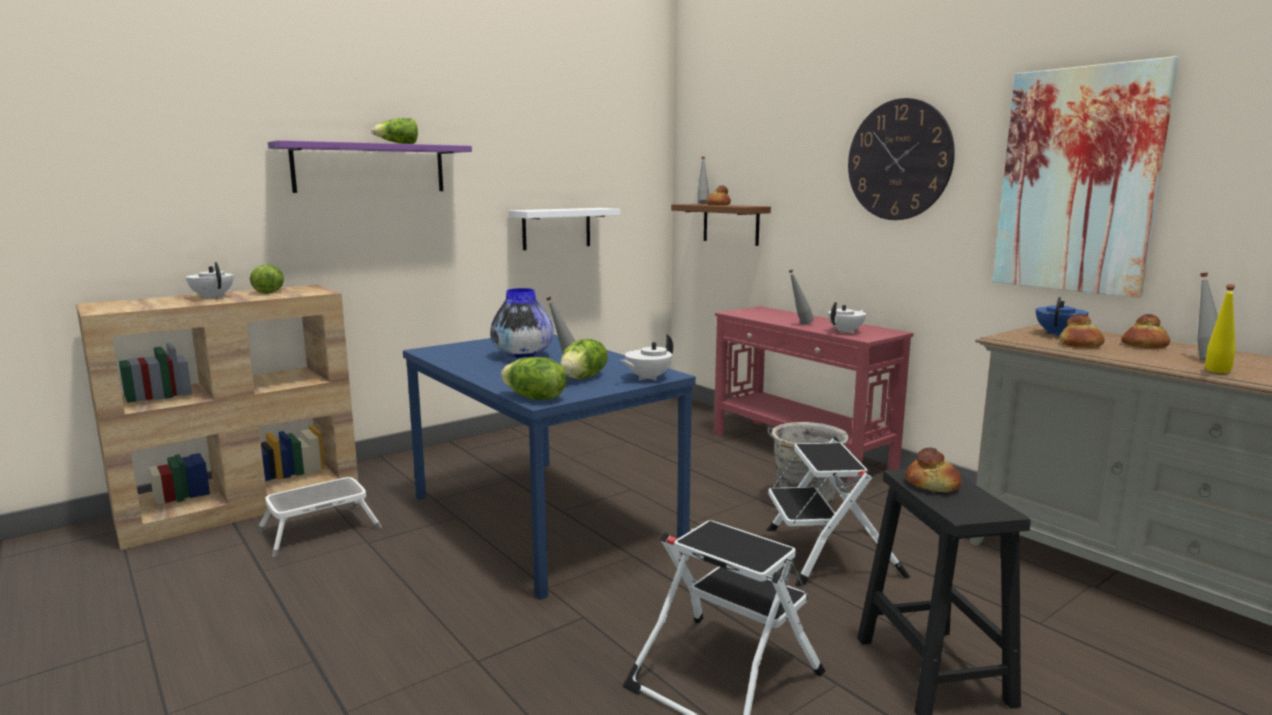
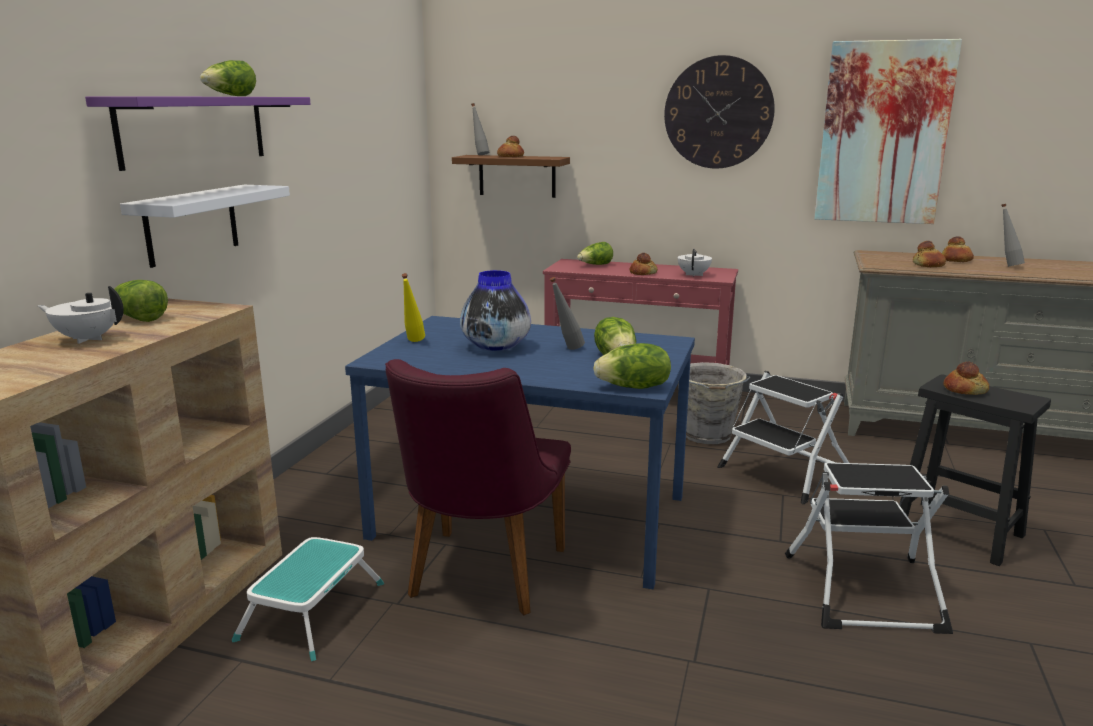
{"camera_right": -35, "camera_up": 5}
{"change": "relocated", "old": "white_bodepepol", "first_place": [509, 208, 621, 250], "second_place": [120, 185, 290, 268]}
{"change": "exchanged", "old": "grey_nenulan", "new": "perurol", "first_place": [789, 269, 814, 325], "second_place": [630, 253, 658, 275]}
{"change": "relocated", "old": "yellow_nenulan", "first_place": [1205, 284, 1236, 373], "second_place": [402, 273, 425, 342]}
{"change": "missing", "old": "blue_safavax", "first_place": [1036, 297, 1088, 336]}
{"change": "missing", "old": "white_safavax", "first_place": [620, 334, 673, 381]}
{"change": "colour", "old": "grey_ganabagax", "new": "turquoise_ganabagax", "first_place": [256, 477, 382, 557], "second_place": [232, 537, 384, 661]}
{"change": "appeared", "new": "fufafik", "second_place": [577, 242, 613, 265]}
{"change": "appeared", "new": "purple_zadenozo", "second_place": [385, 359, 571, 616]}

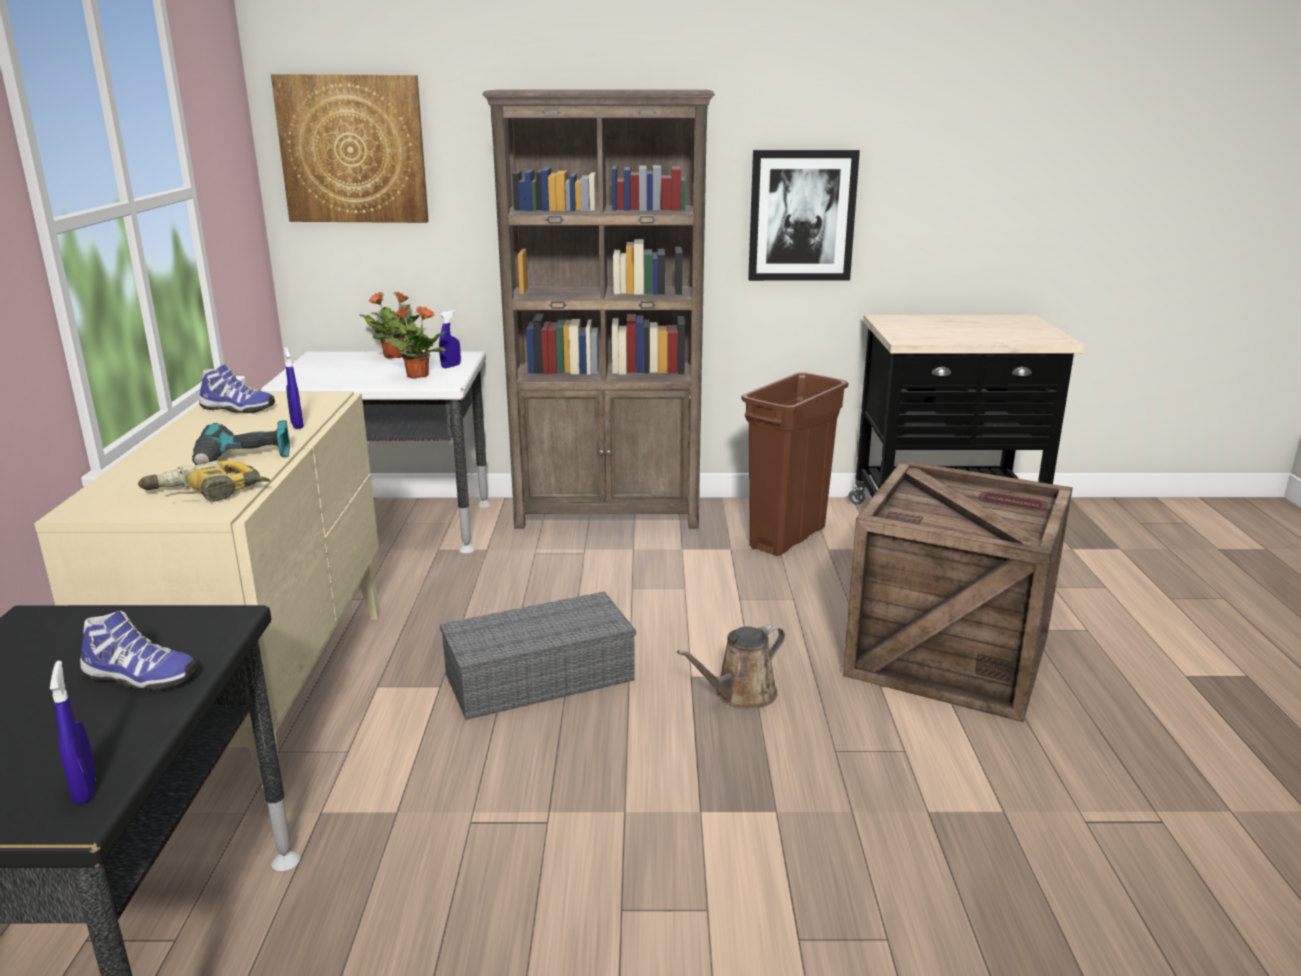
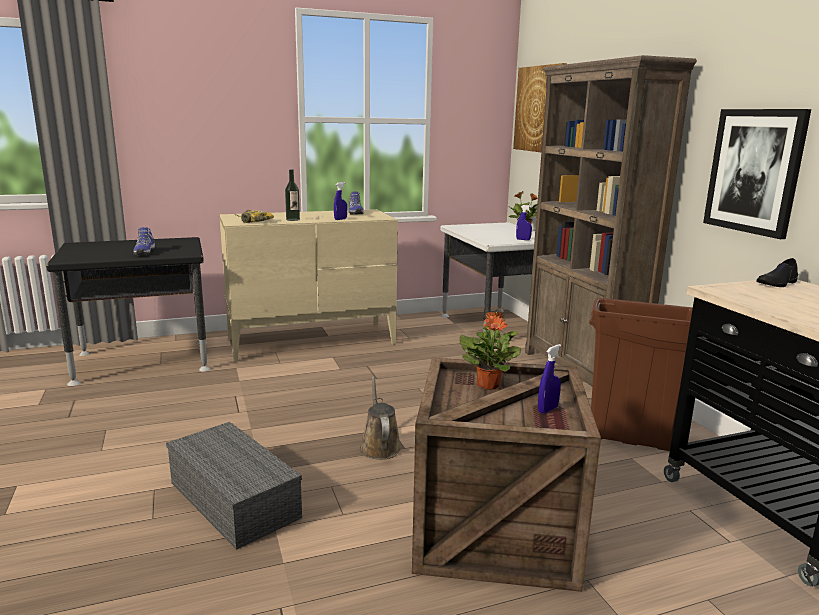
{"camera_right": 70, "camera_up": -5}
{"change": "relocated", "old": "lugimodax", "first_place": [383, 306, 447, 379], "second_place": [459, 311, 521, 390]}
{"change": "exchanged", "old": "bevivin", "new": "nenulan", "first_place": [192, 420, 290, 465], "second_place": [285, 169, 300, 221]}
{"change": "relocated", "old": "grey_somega", "first_place": [440, 592, 636, 720], "second_place": [166, 422, 302, 550]}
{"change": "spun", "old": "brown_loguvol", "first_place": [677, 624, 785, 708], "second_place": [360, 376, 401, 460], "degrees": 45}
{"change": "relocated", "old": "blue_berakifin", "first_place": [50, 660, 96, 804], "second_place": [538, 344, 562, 413]}
{"change": "appeared", "new": "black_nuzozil", "second_place": [756, 258, 798, 287]}

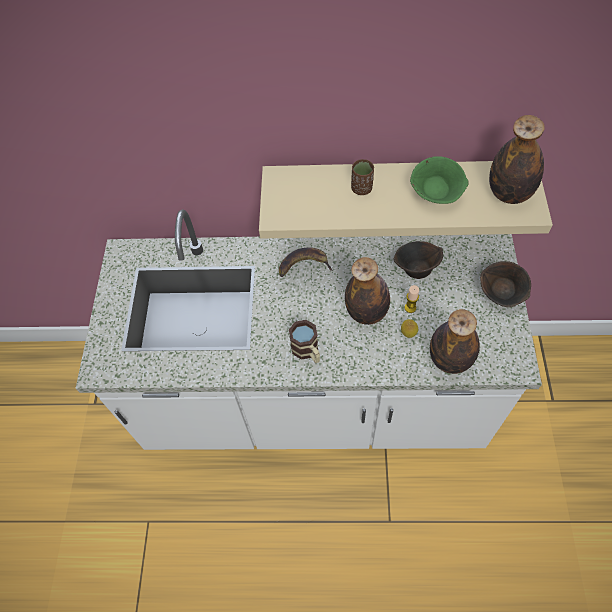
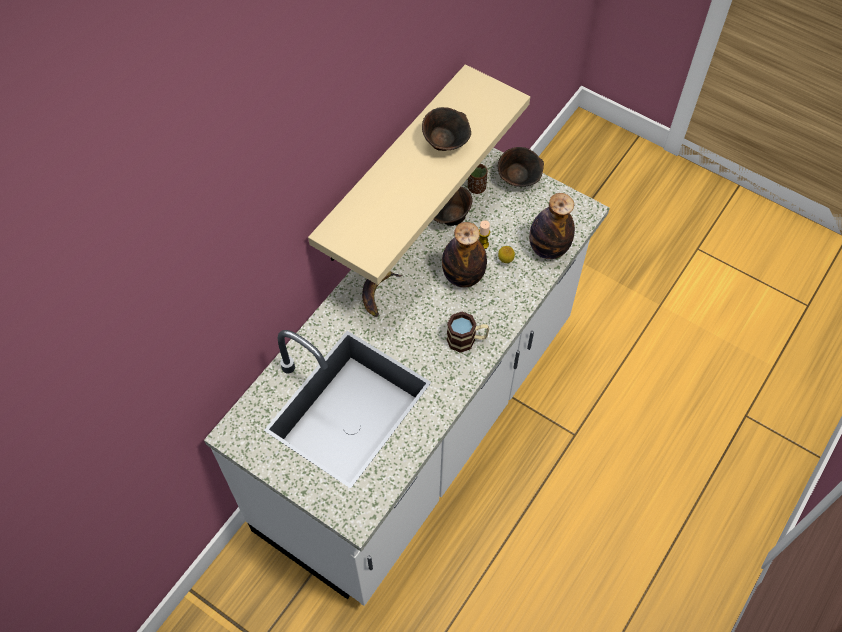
{"camera_right": -60, "camera_up": 0}
{"change": "missing", "old": "nenulan", "first_place": [489, 115, 545, 204]}
{"change": "colour", "old": "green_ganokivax", "new": "brown_ganokivax", "first_place": [410, 156, 469, 204], "second_place": [422, 107, 471, 151]}
{"change": "relocated", "old": "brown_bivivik", "first_place": [351, 159, 374, 195], "second_place": [468, 164, 488, 194]}

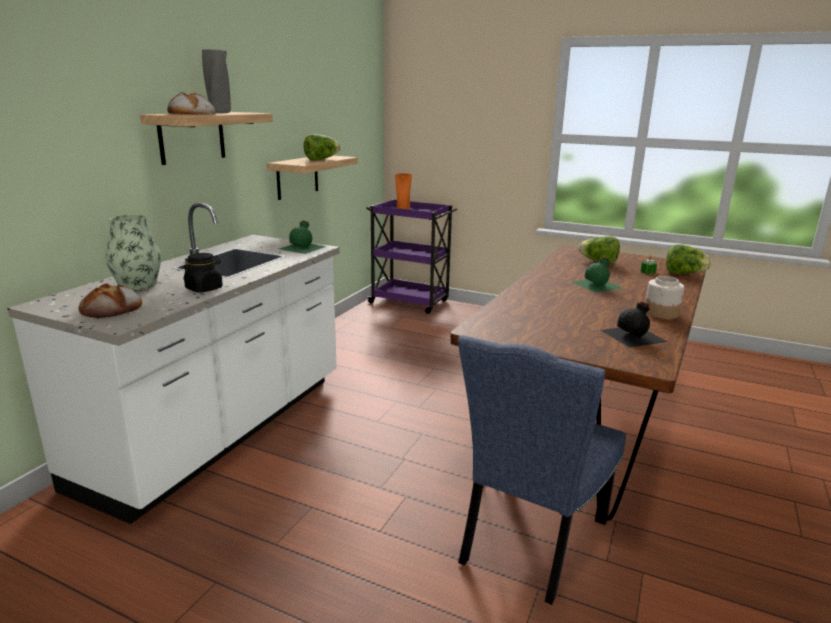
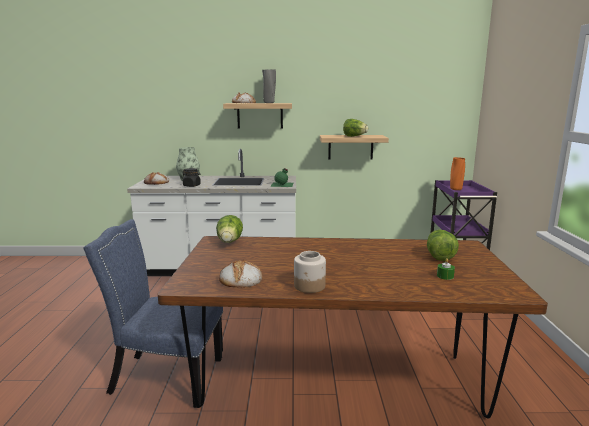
{"camera_right": 65, "camera_up": -5}
{"change": "relocated", "old": "fufafik", "first_place": [666, 244, 712, 274], "second_place": [216, 215, 243, 243]}
{"change": "missing", "old": "green_nenulan", "first_place": [572, 257, 623, 293]}
{"change": "exchanged", "old": "black_nenulan", "new": "perurol", "first_place": [601, 301, 668, 348], "second_place": [219, 260, 262, 288]}

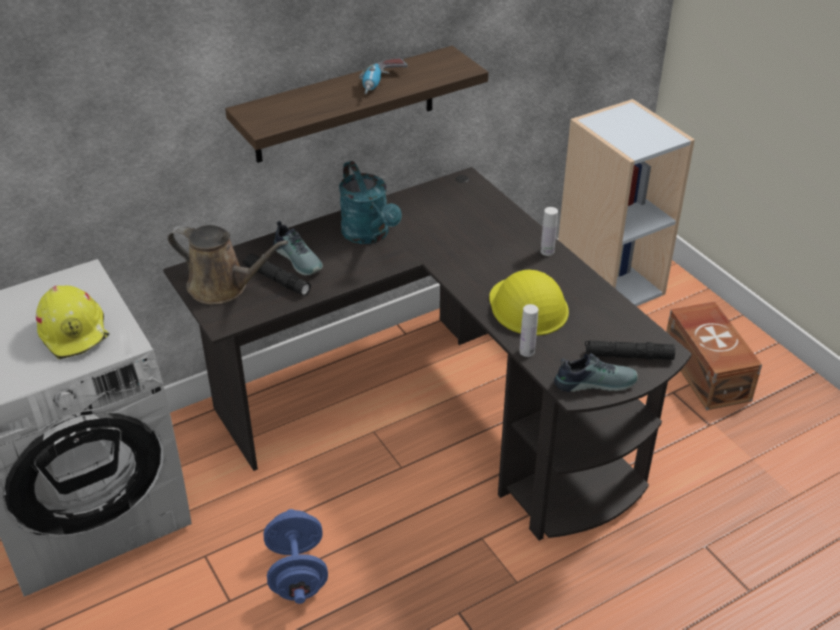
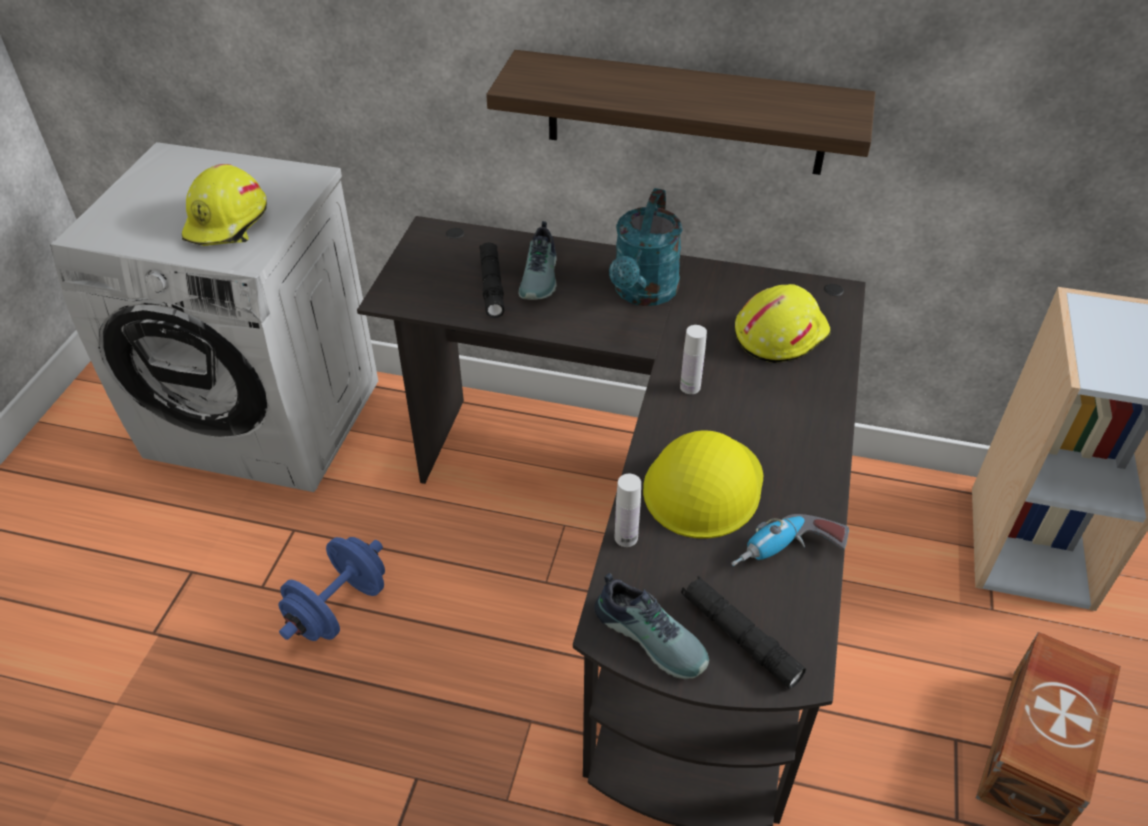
{"camera_right": 45, "camera_up": 5}
{"change": "relocated", "old": "bevivin", "first_place": [359, 58, 407, 94], "second_place": [731, 514, 849, 566]}
{"change": "relocated", "old": "white_nenulan", "first_place": [540, 207, 558, 256], "second_place": [680, 325, 707, 394]}
{"change": "missing", "old": "brown_loguvol", "first_place": [167, 225, 288, 304]}
{"change": "appeared", "new": "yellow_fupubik", "second_place": [735, 284, 831, 363]}

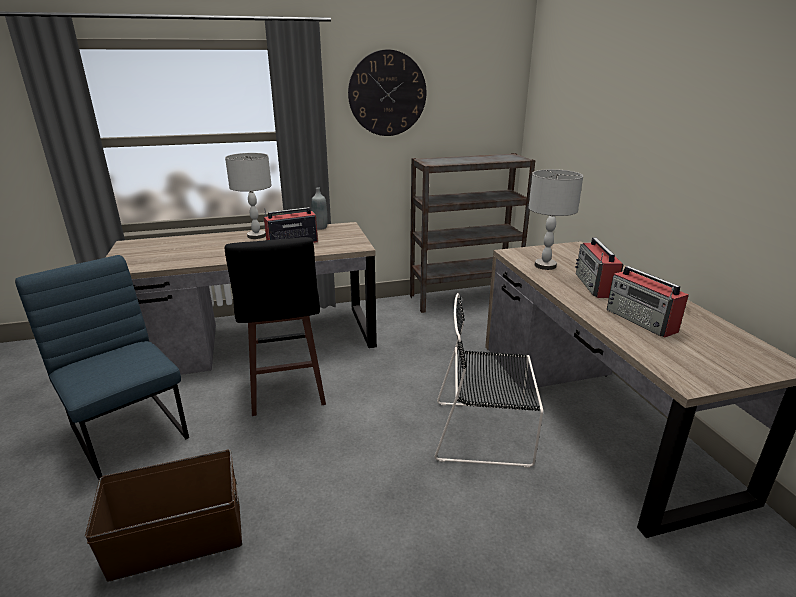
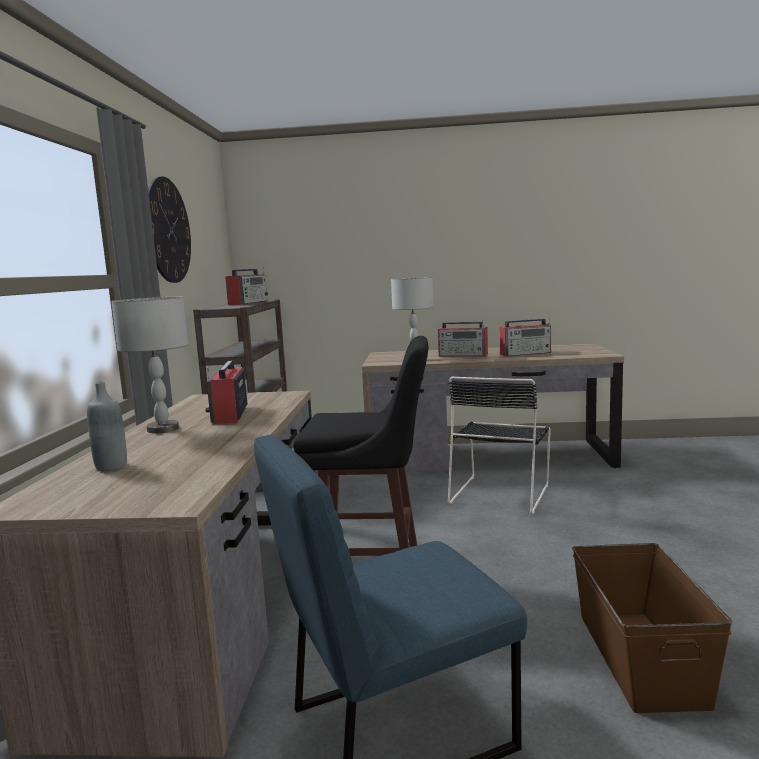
{"camera_right": -70, "camera_up": -15}
{"change": "relocated", "old": "grey_nenulan", "first_place": [311, 187, 327, 229], "second_place": [87, 382, 127, 471]}
{"change": "appeared", "new": "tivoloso", "second_place": [225, 267, 268, 305]}

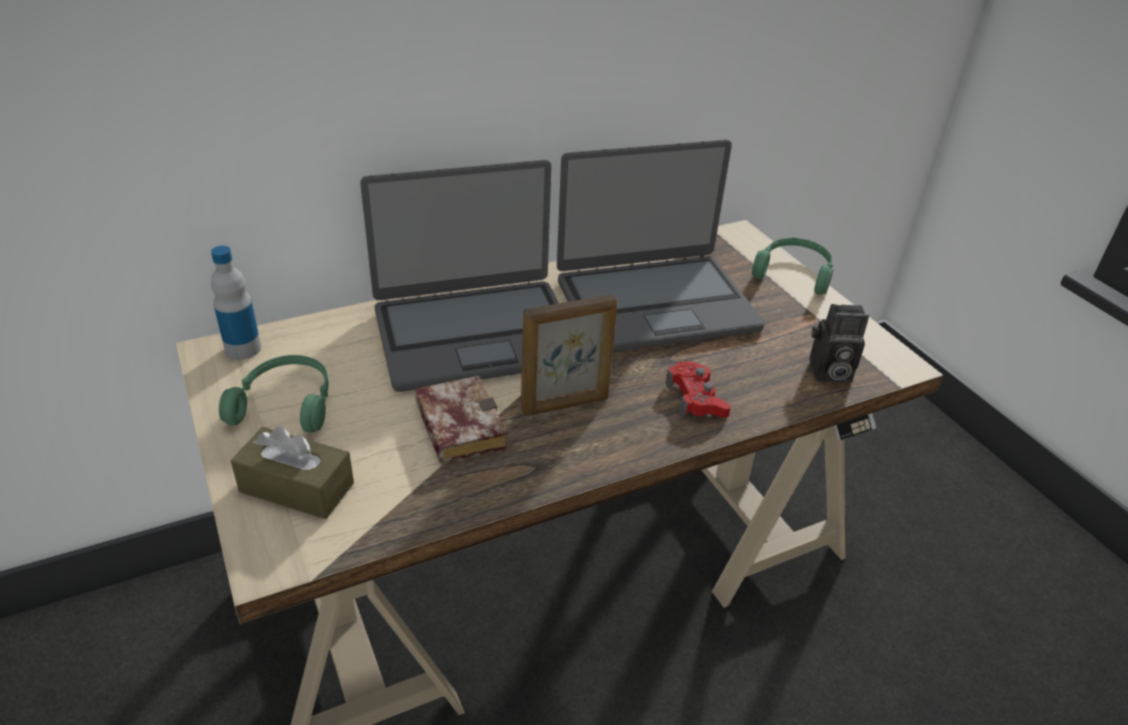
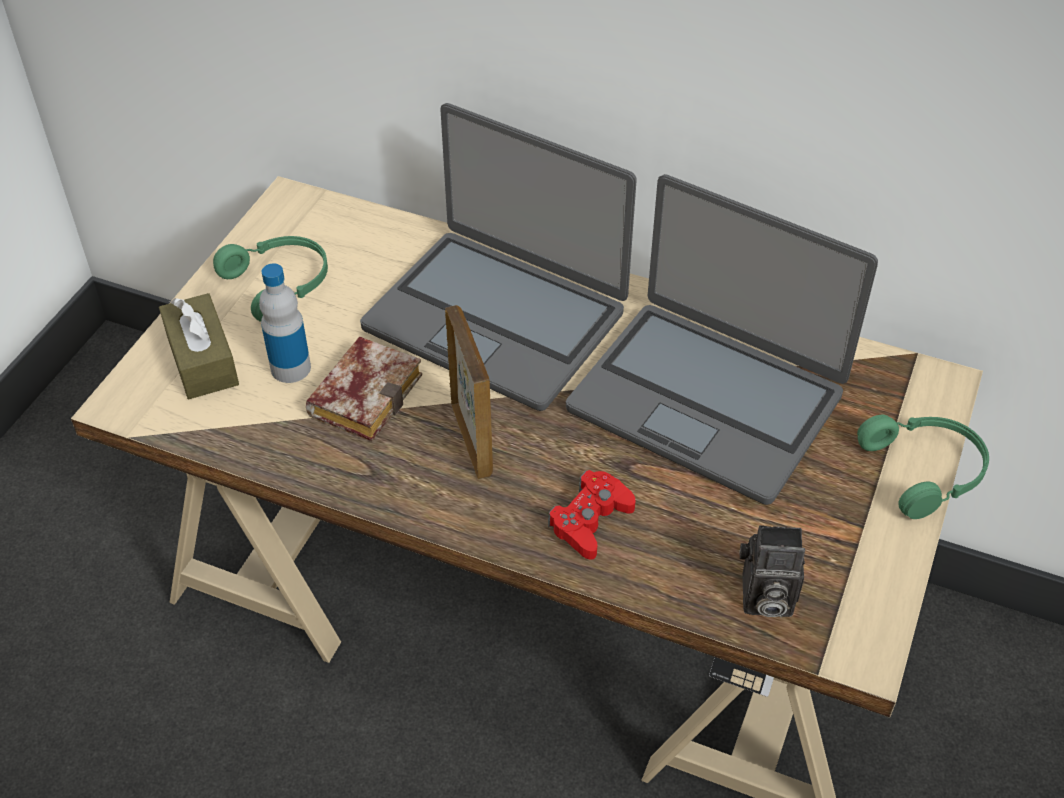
{"camera_right": 50, "camera_up": 10}
{"change": "relocated", "old": "nenulan", "first_place": [211, 246, 261, 360], "second_place": [259, 263, 311, 383]}
{"change": "spun", "old": "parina", "first_place": [521, 294, 618, 416], "second_place": [445, 305, 493, 479], "degrees": -135}
{"change": "spun", "old": "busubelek", "first_place": [810, 304, 869, 383], "second_place": [739, 525, 805, 618], "degrees": -45}

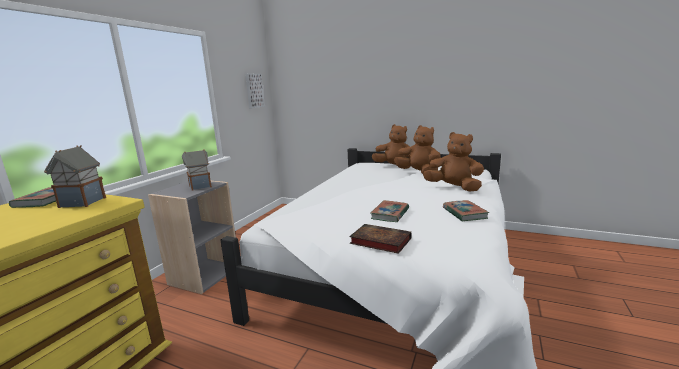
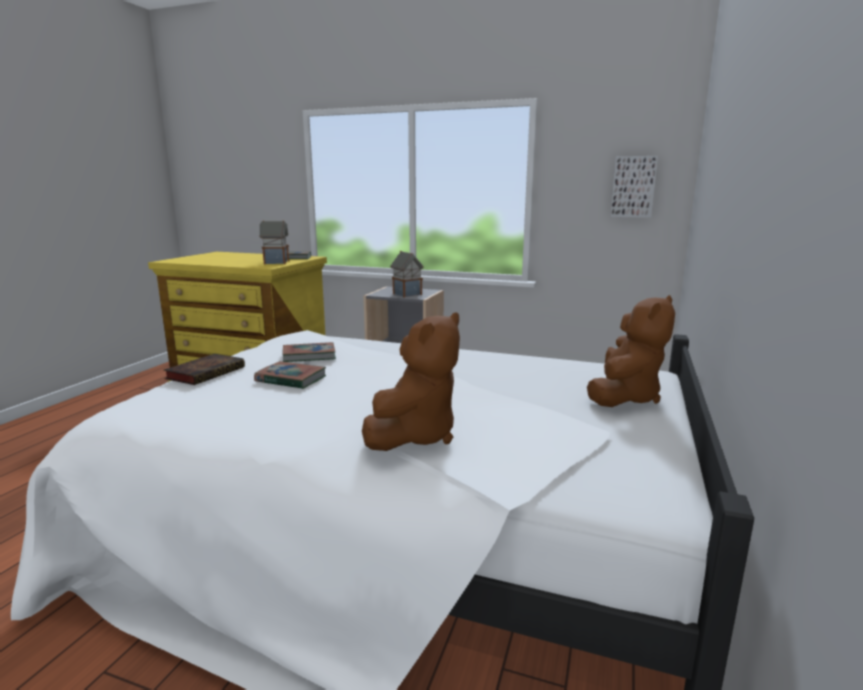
{"camera_right": 85, "camera_up": 0}
{"change": "missing", "old": "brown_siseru", "first_place": [394, 125, 441, 174]}
{"change": "relocated", "old": "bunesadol", "first_place": [443, 200, 489, 221], "second_place": [282, 342, 336, 362]}

